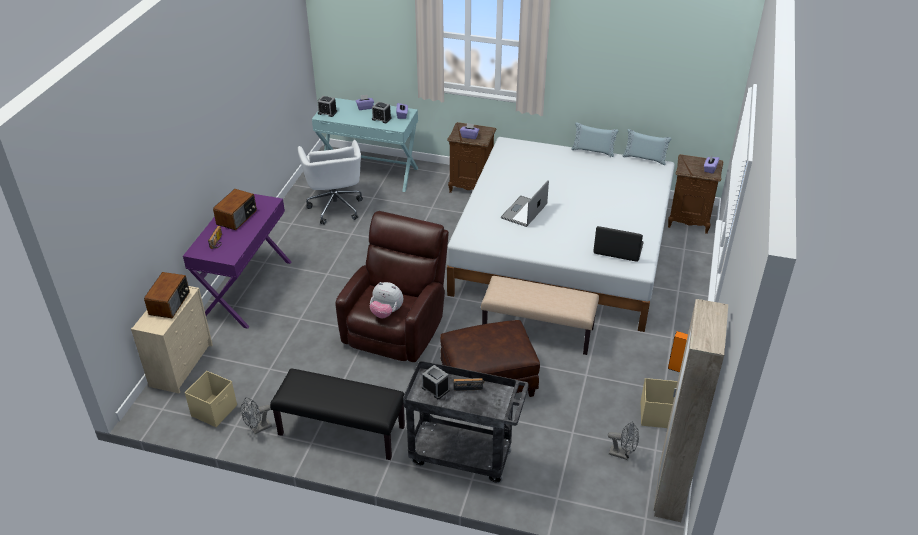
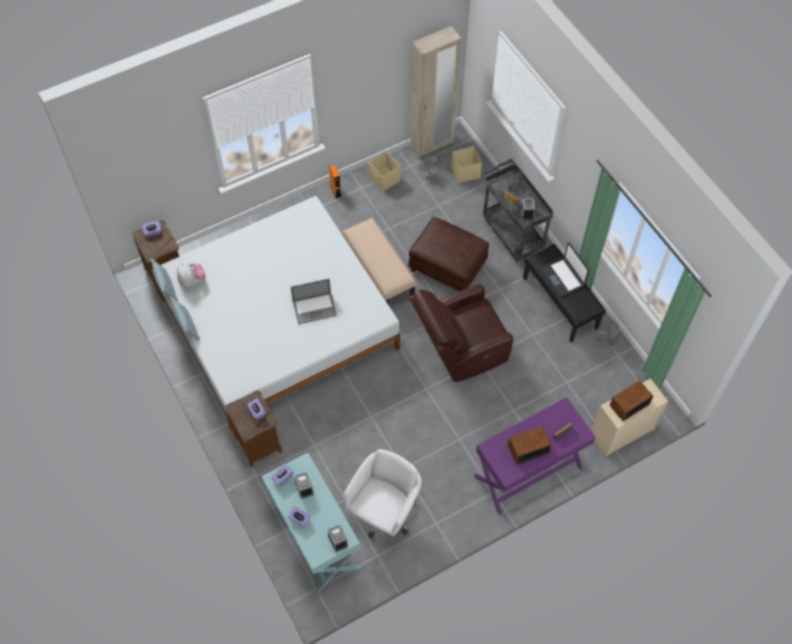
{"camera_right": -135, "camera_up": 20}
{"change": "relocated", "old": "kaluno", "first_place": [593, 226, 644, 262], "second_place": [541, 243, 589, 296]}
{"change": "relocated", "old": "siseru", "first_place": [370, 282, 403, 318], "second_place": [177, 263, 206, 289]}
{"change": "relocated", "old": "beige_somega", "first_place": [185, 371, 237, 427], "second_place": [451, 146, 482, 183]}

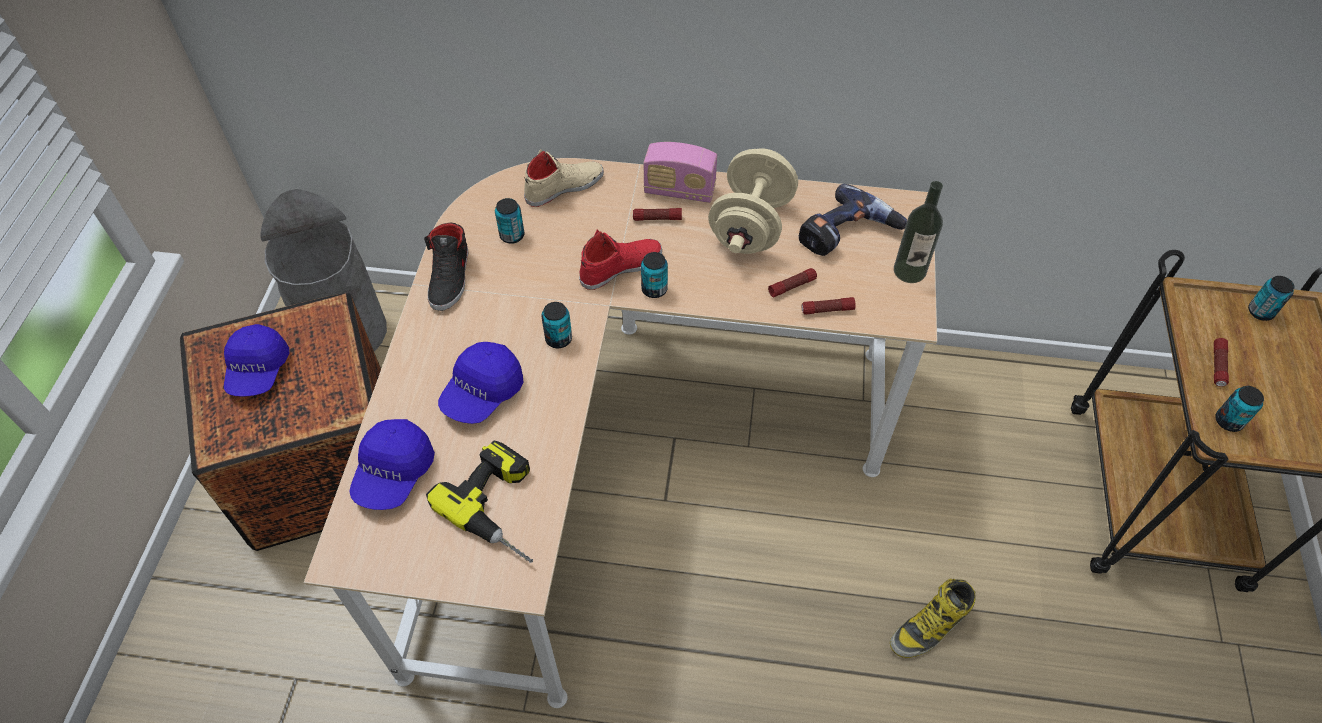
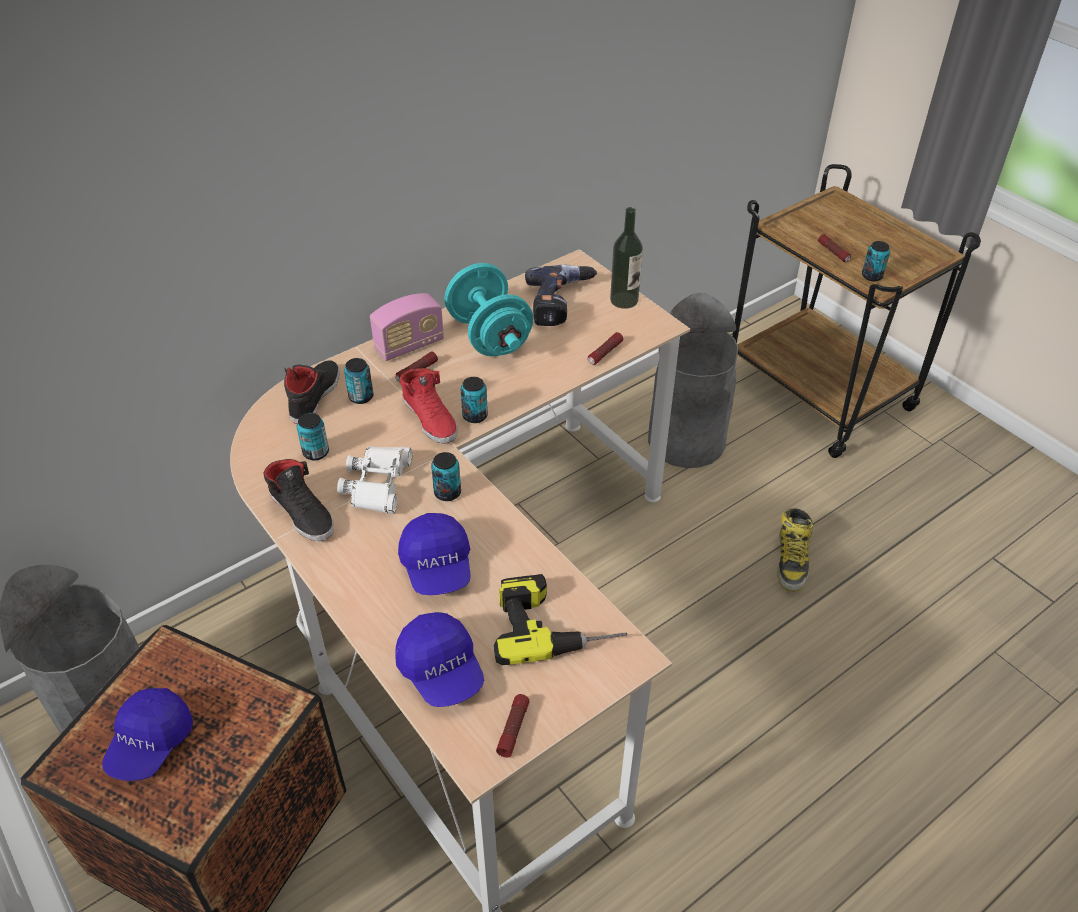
{"camera_right": -45, "camera_up": -10}
{"change": "colour", "old": "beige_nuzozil", "new": "black_nuzozil", "first_place": [524, 149, 604, 207], "second_place": [284, 360, 340, 424]}
{"change": "colour", "old": "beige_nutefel", "new": "turquoise_nutefel", "first_place": [708, 149, 798, 254], "second_place": [444, 263, 533, 356]}
{"change": "spun", "old": "red_nuzozil", "first_place": [579, 229, 662, 290], "second_place": [400, 368, 457, 444], "degrees": 135}
{"change": "relocated", "old": "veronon", "first_place": [768, 268, 817, 297], "second_place": [496, 694, 529, 758]}
{"change": "relocated", "old": "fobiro", "first_place": [1248, 276, 1294, 321], "second_place": [344, 358, 374, 404]}
{"change": "spun", "old": "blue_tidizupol", "first_place": [224, 324, 290, 397], "second_place": [102, 688, 193, 781], "degrees": 60}
{"change": "appeared", "new": "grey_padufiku", "second_place": [648, 293, 738, 468]}
{"change": "appeared", "new": "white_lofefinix", "second_place": [337, 446, 412, 514]}

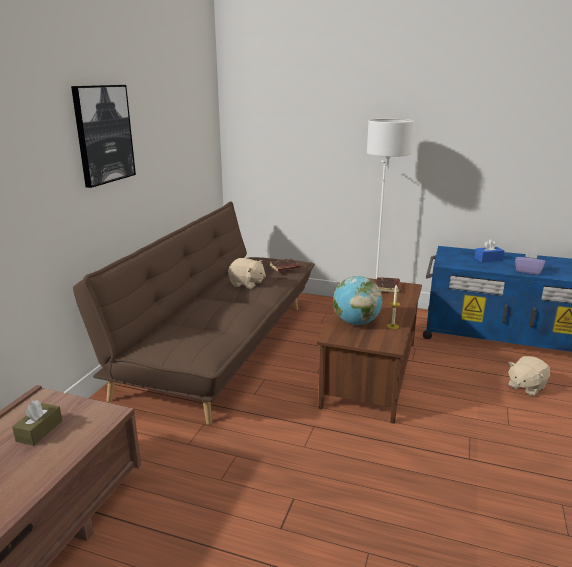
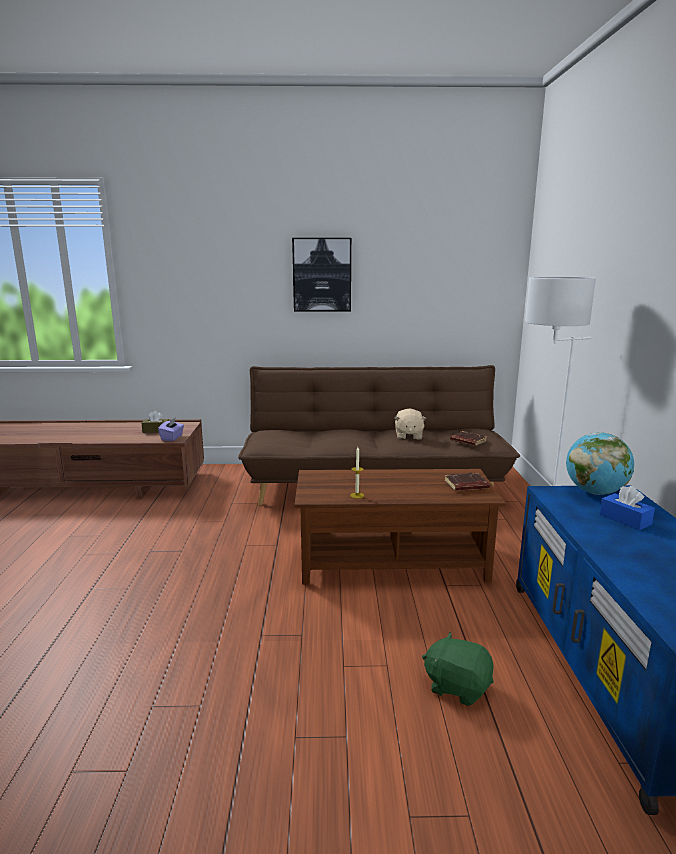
{"camera_right": 70, "camera_up": -5}
{"change": "relocated", "old": "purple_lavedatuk", "first_place": [515, 250, 545, 275], "second_place": [158, 417, 184, 441]}
{"change": "relocated", "old": "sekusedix", "first_place": [333, 276, 382, 325], "second_place": [566, 432, 634, 495]}
{"change": "colour", "old": "beige_siseru", "new": "green_siseru", "first_place": [508, 356, 550, 396], "second_place": [422, 632, 494, 706]}

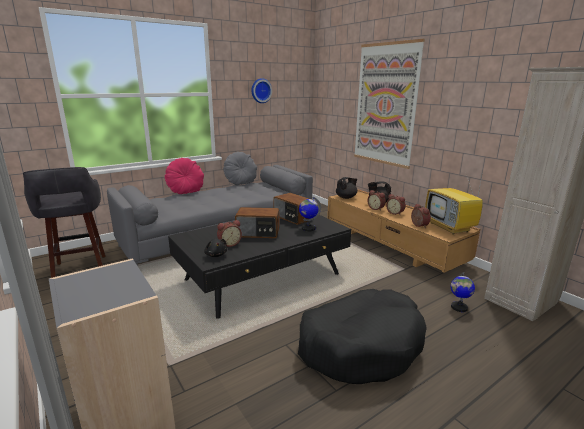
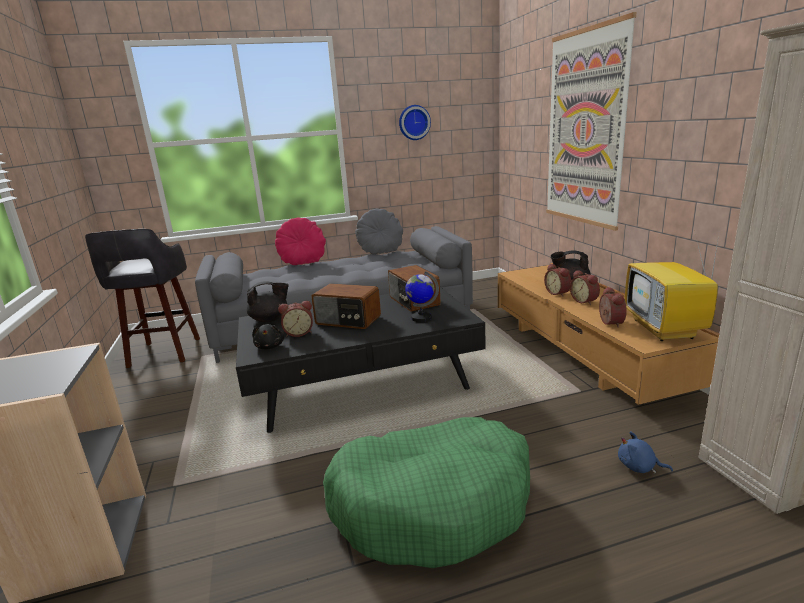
{"camera_right": 20, "camera_up": 0}
{"change": "relocated", "old": "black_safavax", "first_place": [336, 177, 357, 199], "second_place": [247, 281, 289, 322]}
{"change": "exchanged", "old": "sekusedix", "new": "blue_siseru", "first_place": [451, 272, 475, 312], "second_place": [618, 431, 673, 473]}
{"change": "colour", "old": "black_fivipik", "new": "green_fivipik", "first_place": [298, 289, 427, 384], "second_place": [323, 417, 530, 568]}

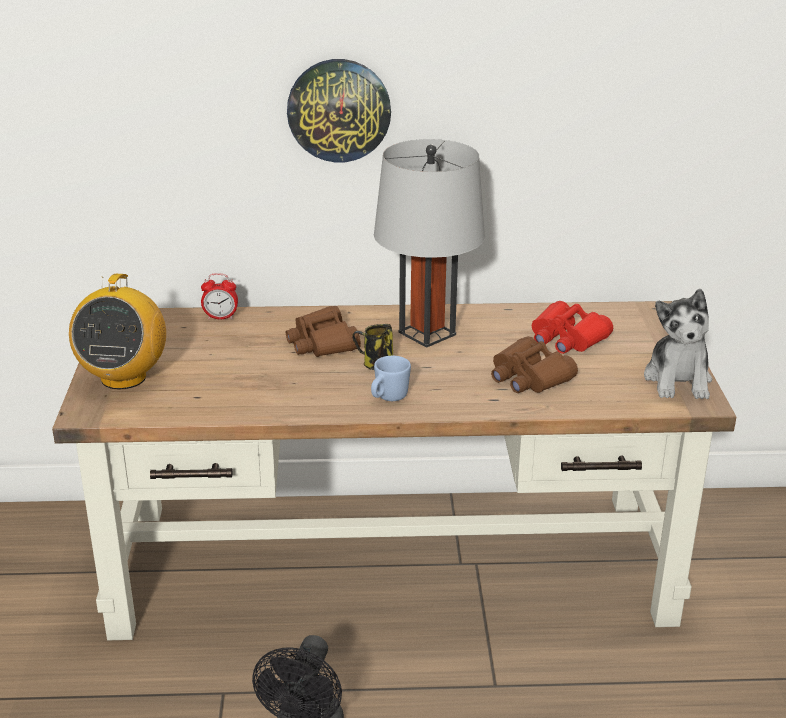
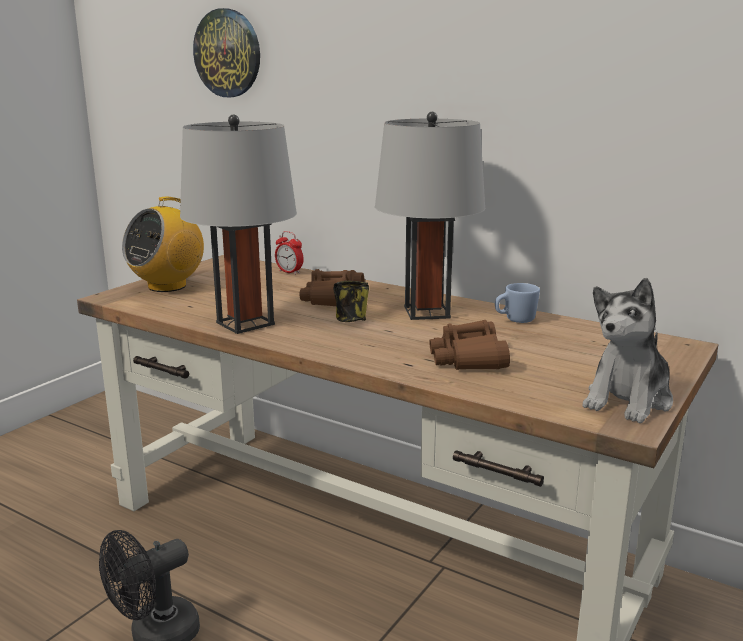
{"camera_right": 35, "camera_up": -10}
{"change": "relocated", "old": "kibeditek", "first_place": [287, 59, 391, 162], "second_place": [193, 8, 260, 97]}
{"change": "missing", "old": "red_lofefinix", "first_place": [532, 301, 613, 354]}
{"change": "relocated", "old": "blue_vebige", "first_place": [371, 356, 411, 401], "second_place": [495, 283, 540, 323]}
{"change": "appeared", "new": "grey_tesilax", "second_place": [180, 114, 297, 334]}

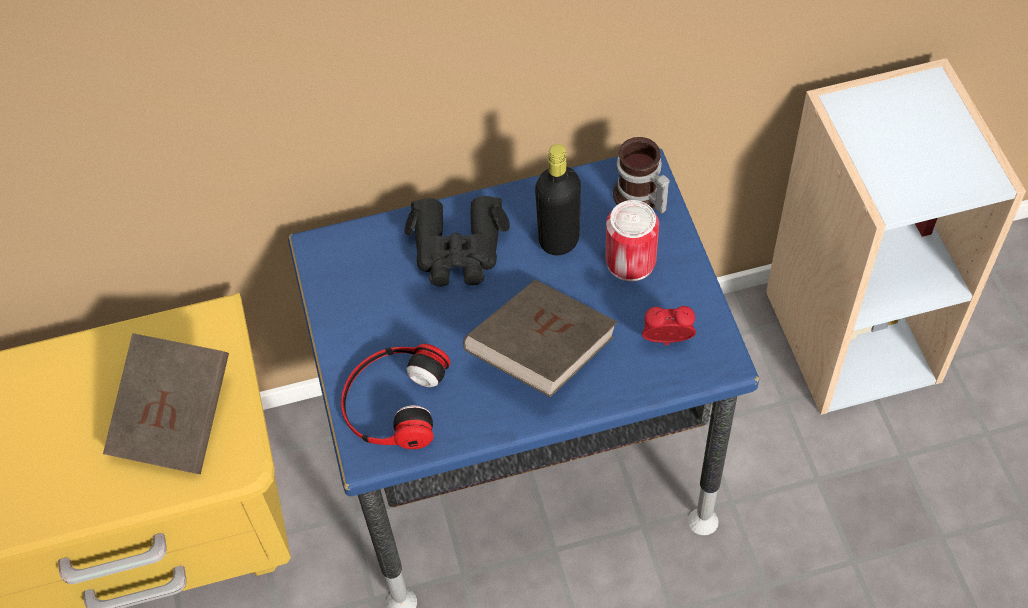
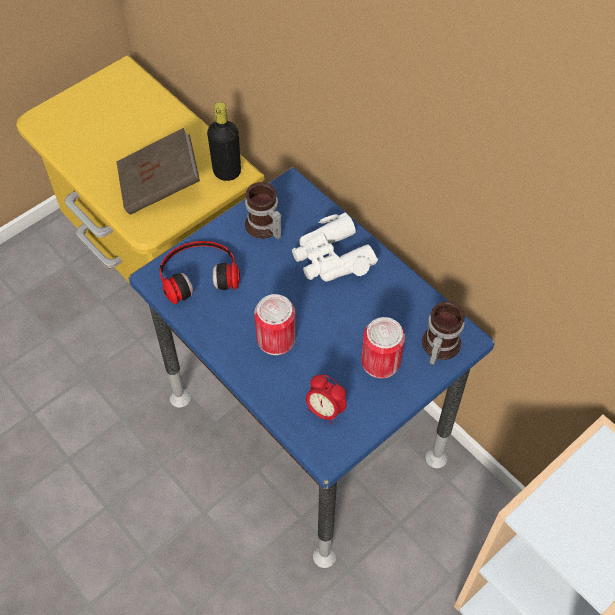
{"camera_right": 60, "camera_up": 0}
{"change": "relocated", "old": "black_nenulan", "first_place": [535, 144, 581, 255], "second_place": [207, 102, 241, 181]}
{"change": "colour", "old": "black_lofefinix", "new": "white_lofefinix", "first_place": [405, 196, 510, 287], "second_place": [292, 212, 378, 282]}
{"change": "exchanged", "old": "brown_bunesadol", "new": "fobiro", "first_place": [463, 279, 618, 397], "second_place": [254, 294, 296, 355]}
{"change": "spun", "old": "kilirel", "first_place": [642, 306, 696, 345], "second_place": [306, 375, 347, 425], "degrees": 150}
{"change": "appeared", "new": "vebige", "second_place": [245, 182, 281, 240]}

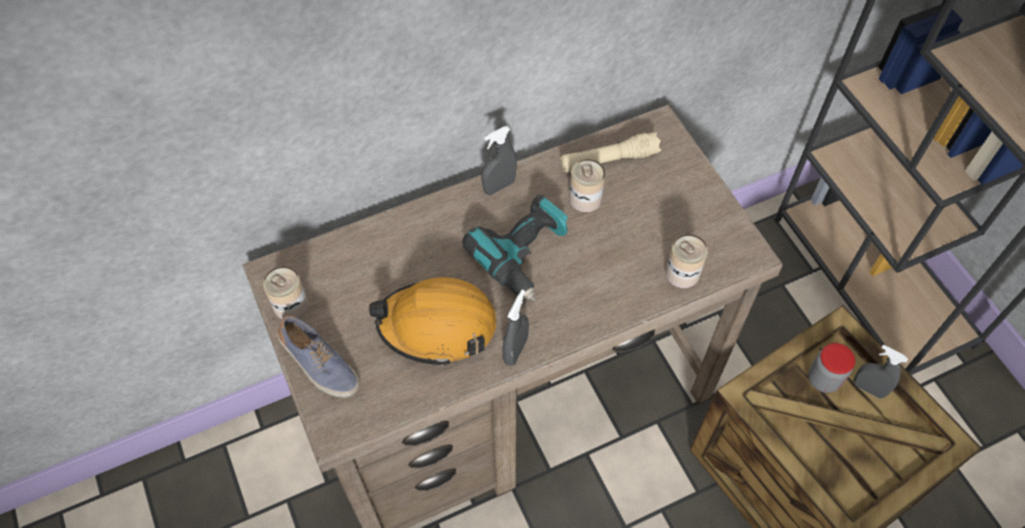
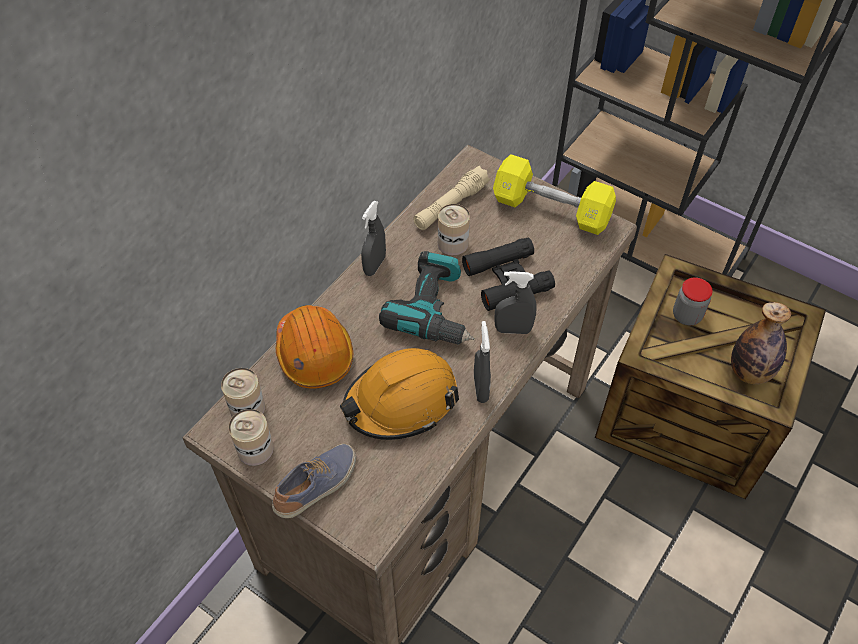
{"camera_right": -30, "camera_up": -5}
{"change": "relocated", "old": "fobiro", "first_place": [666, 234, 708, 288], "second_place": [221, 368, 265, 417]}
{"change": "spun", "old": "nuzozil", "first_place": [277, 316, 360, 398], "second_place": [272, 444, 356, 518], "degrees": -60}
{"change": "relocated", "old": "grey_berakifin", "first_place": [854, 345, 908, 399], "second_place": [494, 271, 537, 334]}
{"change": "appeared", "new": "yellow_nutefel", "second_place": [493, 154, 616, 235]}
{"change": "appeared", "new": "black_lofefinix", "second_place": [462, 238, 555, 311]}
{"change": "appeared", "new": "nenulan", "second_place": [731, 302, 791, 384]}
{"change": "appeared", "new": "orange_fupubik", "second_place": [276, 305, 353, 389]}

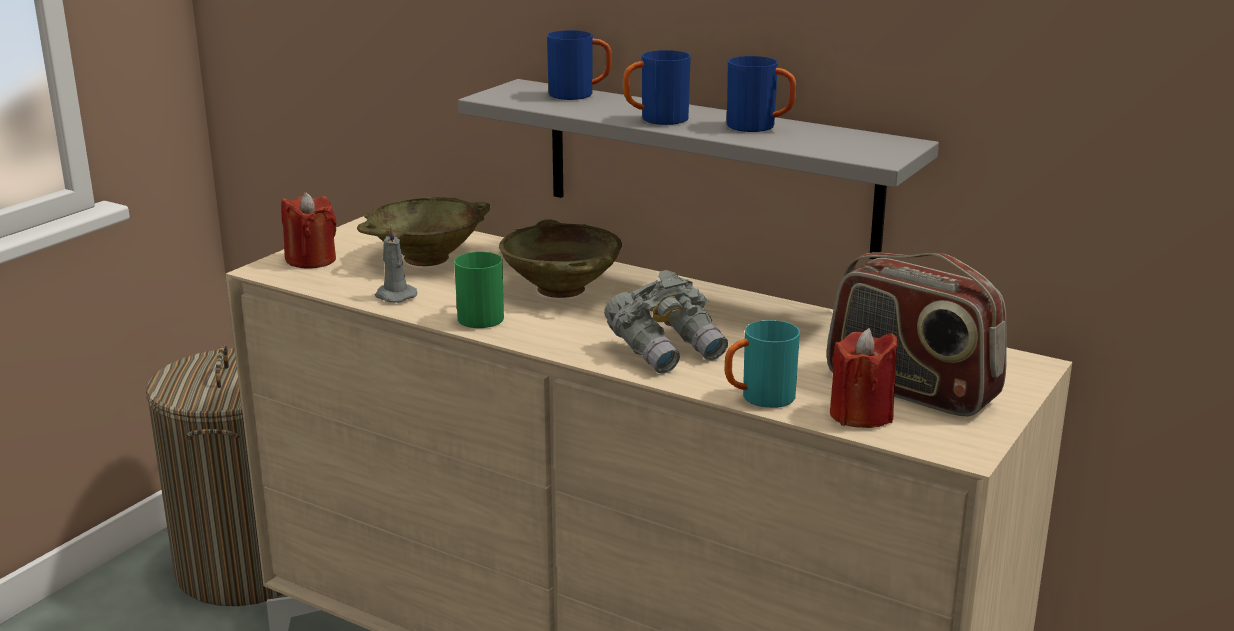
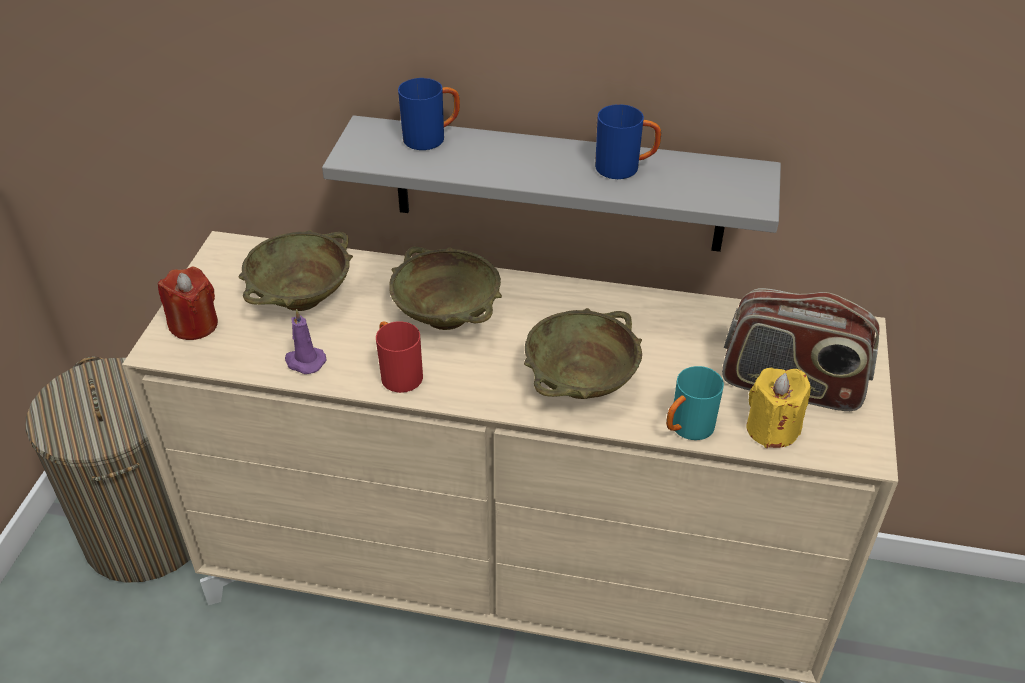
{"camera_right": -20, "camera_up": 20}
{"change": "missing", "old": "blue_vebige", "first_place": [623, 50, 691, 125]}
{"change": "colour", "old": "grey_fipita", "new": "purple_fipita", "first_place": [375, 224, 418, 303], "second_place": [285, 309, 326, 374]}
{"change": "colour", "old": "green_vebige", "new": "red_vebige", "first_place": [454, 252, 504, 328], "second_place": [376, 321, 423, 393]}
{"change": "exchanged", "old": "grey_lofefinix", "new": "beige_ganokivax", "first_place": [604, 270, 728, 373], "second_place": [524, 308, 642, 399]}
{"change": "colour", "old": "red_fipita", "new": "yellow_fipita", "first_place": [830, 328, 897, 428], "second_place": [746, 367, 811, 448]}

